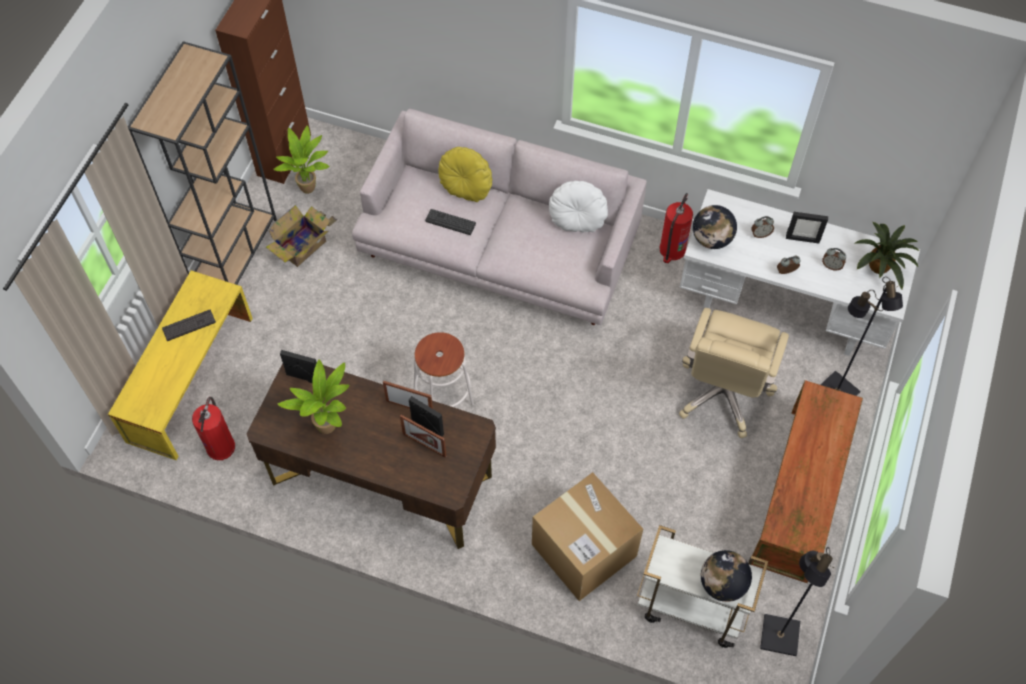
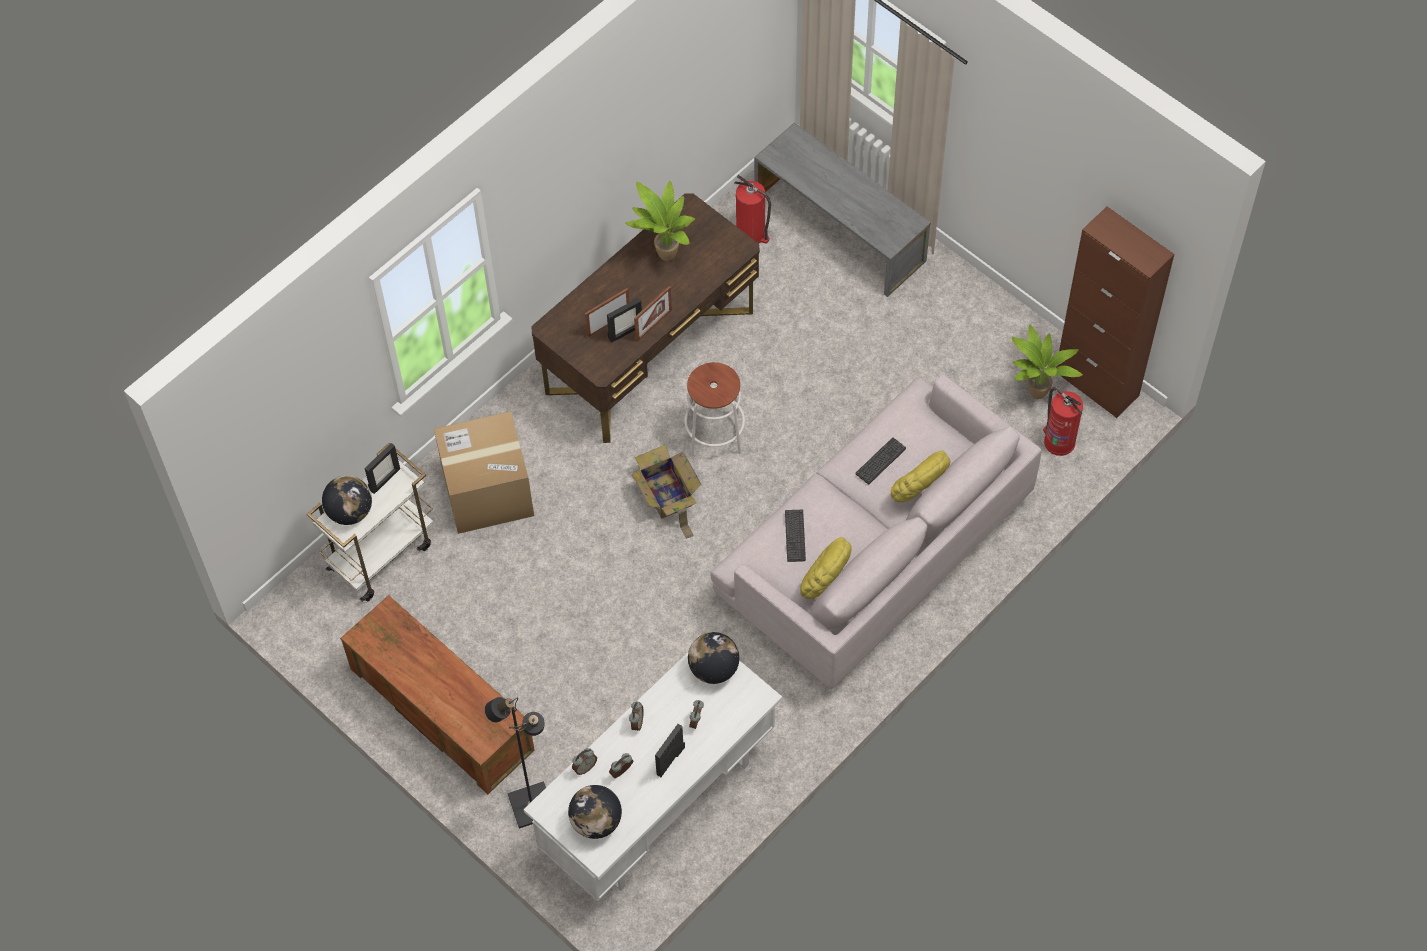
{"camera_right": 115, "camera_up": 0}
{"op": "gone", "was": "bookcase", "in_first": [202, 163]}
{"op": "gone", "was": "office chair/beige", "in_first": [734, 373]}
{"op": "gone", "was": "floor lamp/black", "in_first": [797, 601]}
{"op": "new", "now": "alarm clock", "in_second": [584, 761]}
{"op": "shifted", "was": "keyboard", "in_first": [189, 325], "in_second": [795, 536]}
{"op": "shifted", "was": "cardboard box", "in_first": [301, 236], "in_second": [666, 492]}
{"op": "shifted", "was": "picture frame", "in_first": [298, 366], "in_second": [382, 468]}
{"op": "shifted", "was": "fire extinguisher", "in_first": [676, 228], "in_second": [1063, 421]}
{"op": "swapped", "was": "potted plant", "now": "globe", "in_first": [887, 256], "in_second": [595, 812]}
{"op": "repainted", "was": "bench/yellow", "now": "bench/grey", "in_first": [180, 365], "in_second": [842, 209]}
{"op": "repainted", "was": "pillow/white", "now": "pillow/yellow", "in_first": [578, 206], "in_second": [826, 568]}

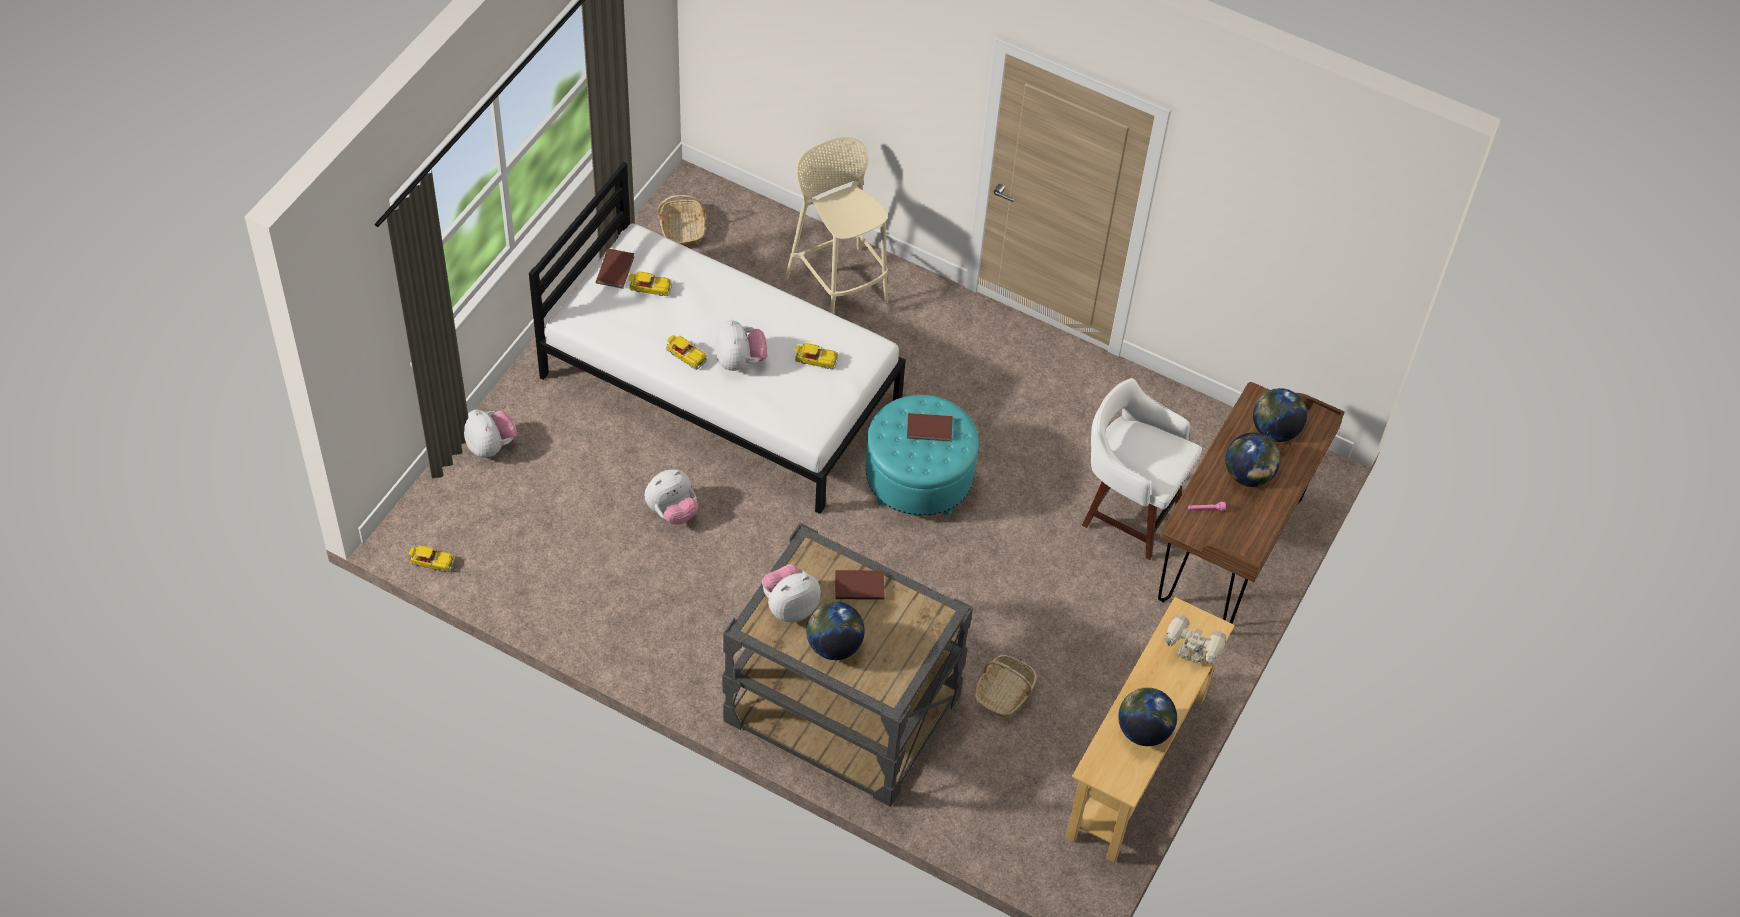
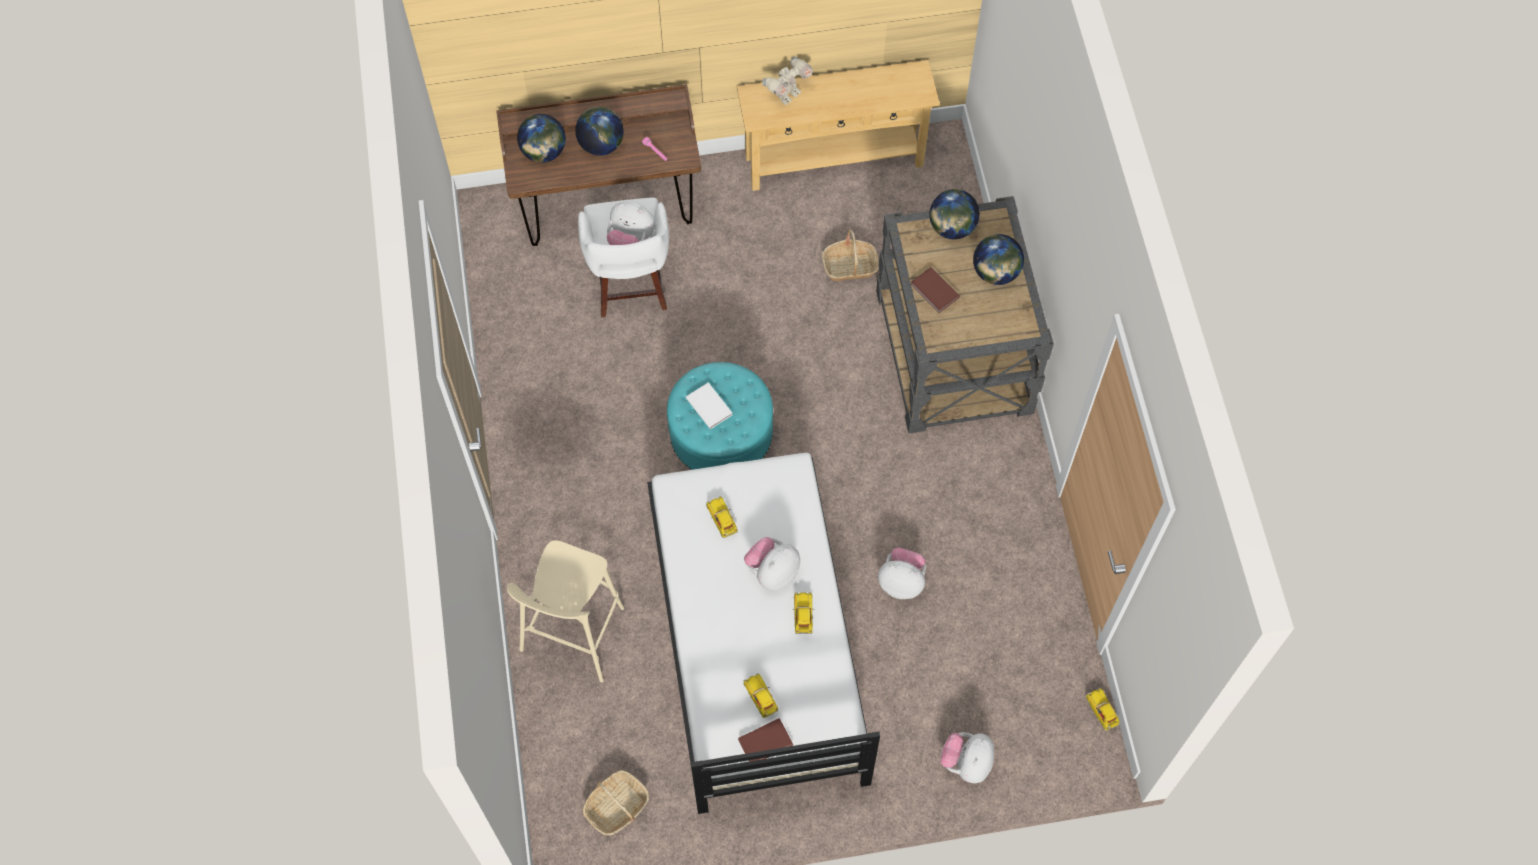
{"camera_right": -125, "camera_up": 10}
{"op": "shifted", "was": "plush toy", "in_first": [791, 593], "in_second": [631, 223]}
{"op": "shifted", "was": "globe", "in_first": [1147, 717], "in_second": [955, 214]}
{"op": "repainted", "was": "book/brown", "now": "book/white", "in_first": [930, 427], "in_second": [709, 405]}
{"op": "rotated", "was": "toy robot", "in_first": [1195, 639], "in_second": [787, 81], "clockwise": -120}

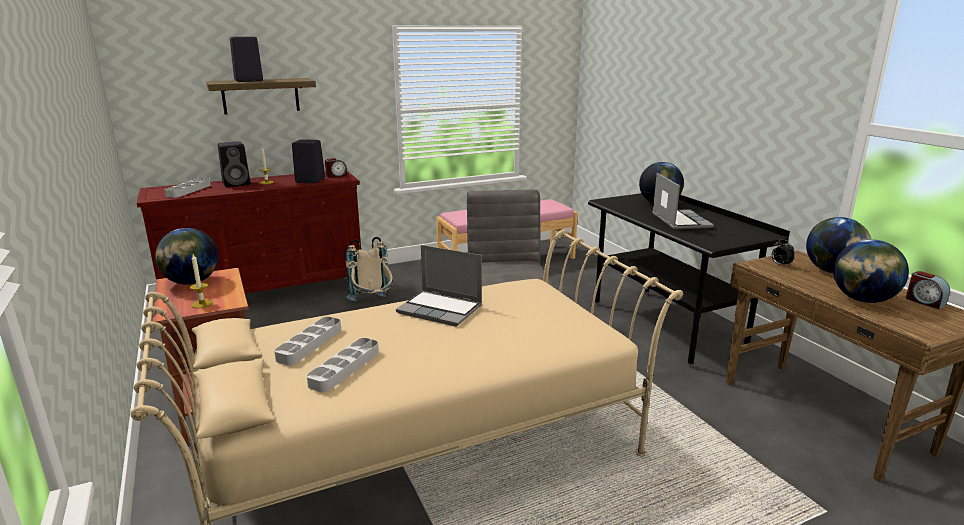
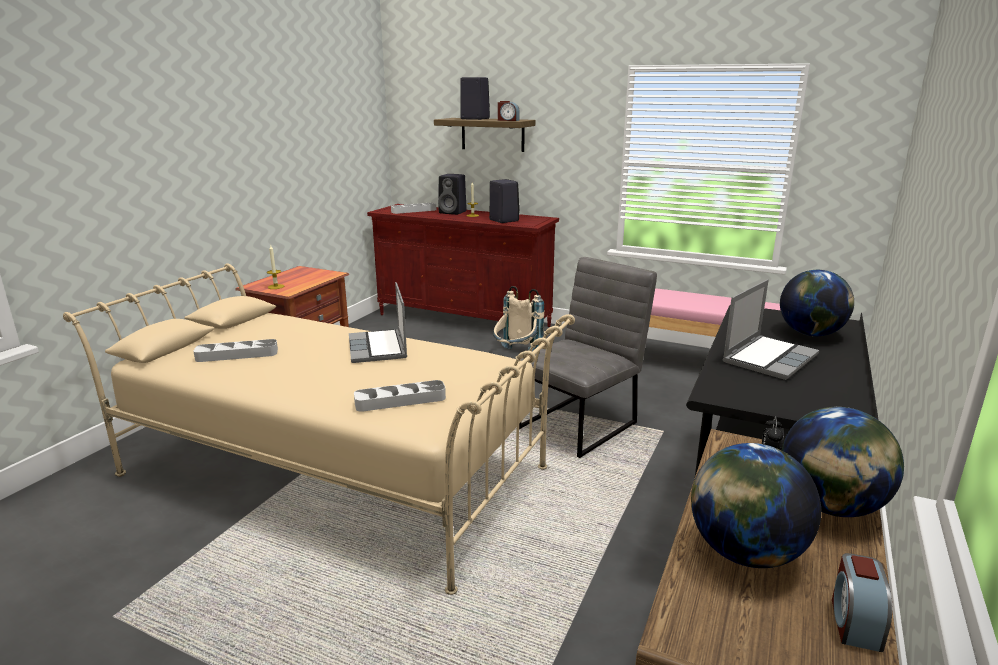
{"camera_right": 50, "camera_up": 0}
{"op": "gone", "was": "globe", "in_first": [186, 256]}
{"op": "shifted", "was": "tray/grey", "in_first": [307, 341], "in_second": [400, 396]}
{"op": "shifted", "was": "alarm clock", "in_first": [336, 168], "in_second": [509, 111]}

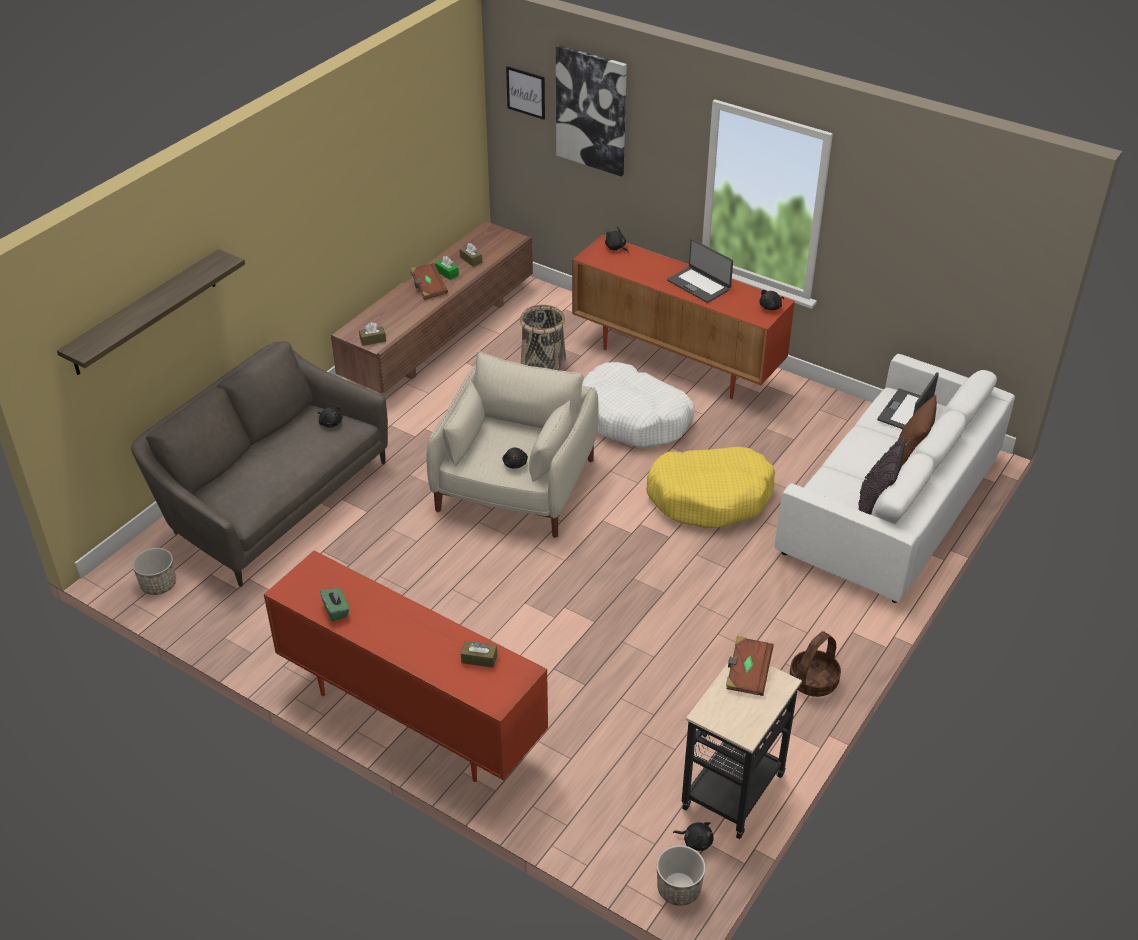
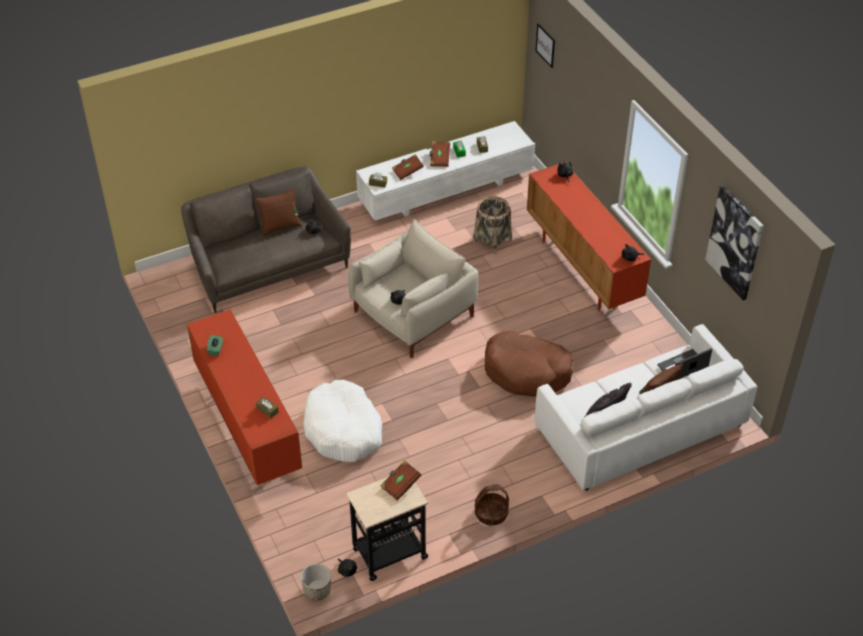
{"camera_right": 30, "camera_up": 5}
{"op": "gone", "was": "shelf", "in_first": [151, 312]}
{"op": "gone", "was": "planter", "in_first": [154, 571]}
{"op": "gone", "was": "laptop", "in_first": [700, 271]}
{"op": "new", "now": "pillow/brown", "in_second": [278, 212]}
{"op": "new", "now": "book/brown", "in_second": [408, 167]}
{"op": "shifted", "was": "picture", "in_first": [591, 110], "in_second": [734, 242]}
{"op": "shifted", "was": "dog bed/white", "in_first": [638, 405], "in_second": [342, 421]}
{"op": "repainted", "was": "tv stand/brown", "now": "tv stand/white", "in_first": [432, 307], "in_second": [445, 171]}
{"op": "repainted", "was": "dog bed/yellow", "now": "dog bed/brown", "in_first": [711, 487], "in_second": [529, 364]}

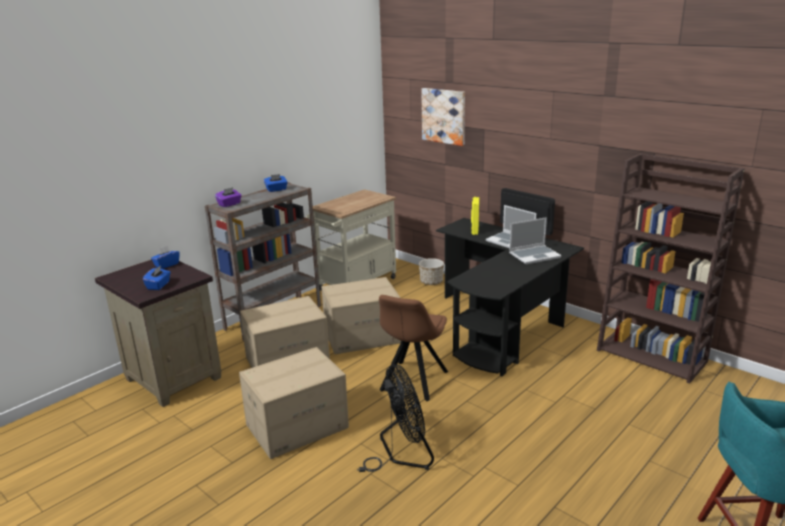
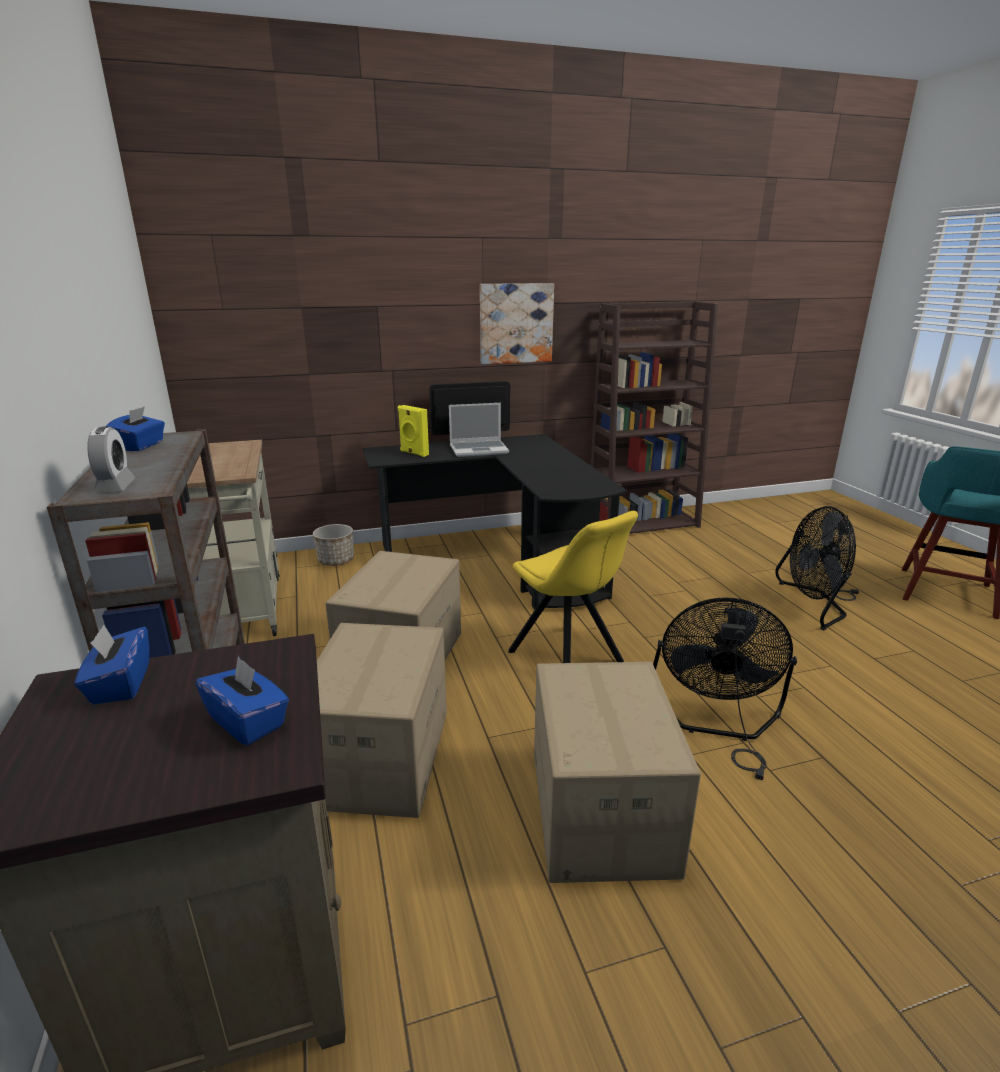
{"camera_right": -60, "camera_up": 0}
{"op": "gone", "was": "laptop", "in_first": [535, 240]}
{"op": "new", "now": "fan/black", "in_second": [817, 568]}
{"op": "shifted", "was": "picture", "in_first": [443, 117], "in_second": [517, 323]}
{"op": "swapped", "was": "tissue box/purple", "now": "alarm clock", "in_first": [228, 197], "in_second": [111, 459]}
{"op": "repainted", "was": "chair/brown", "now": "chair/yellow", "in_first": [413, 348], "in_second": [573, 587]}

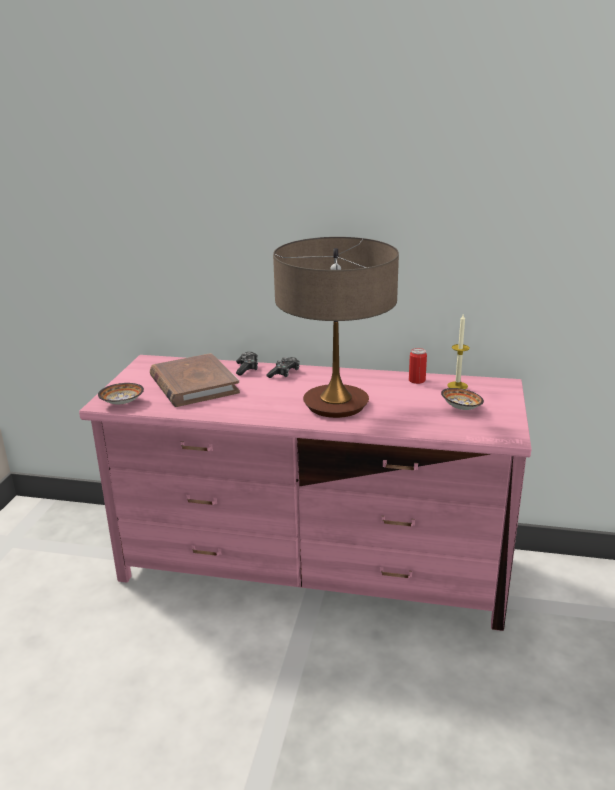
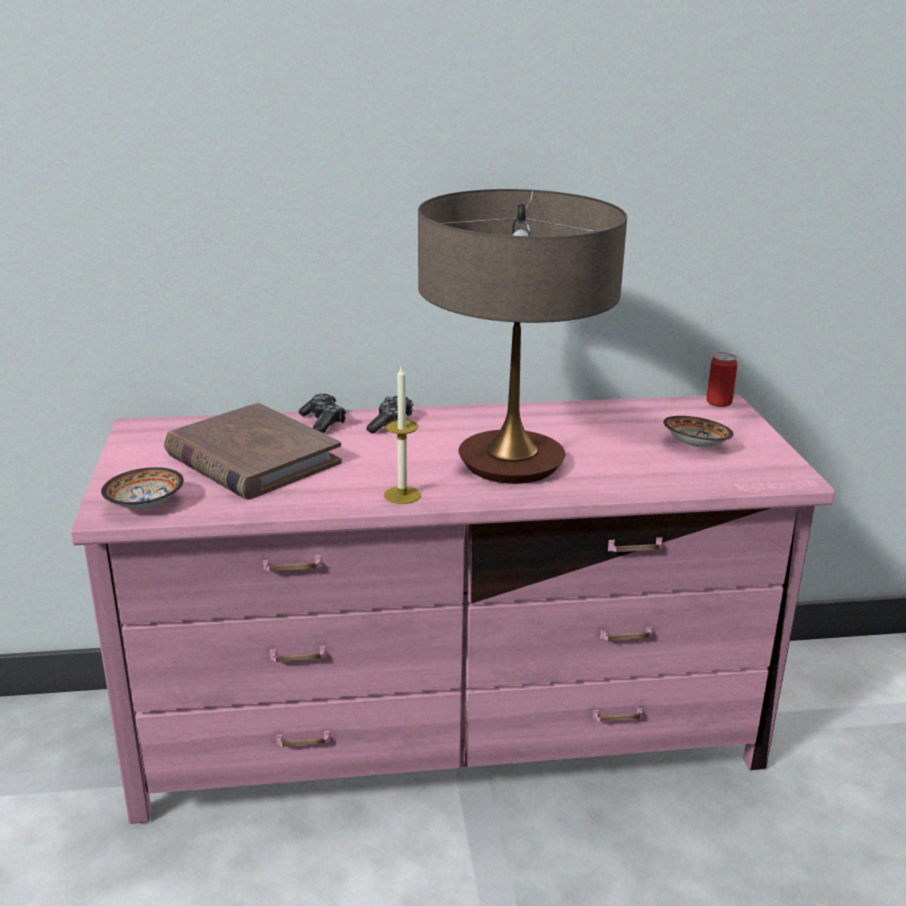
{"camera_right": -20, "camera_up": 0}
{"op": "shifted", "was": "can", "in_first": [418, 366], "in_second": [722, 380]}
{"op": "shifted", "was": "candle", "in_first": [458, 351], "in_second": [402, 434]}

